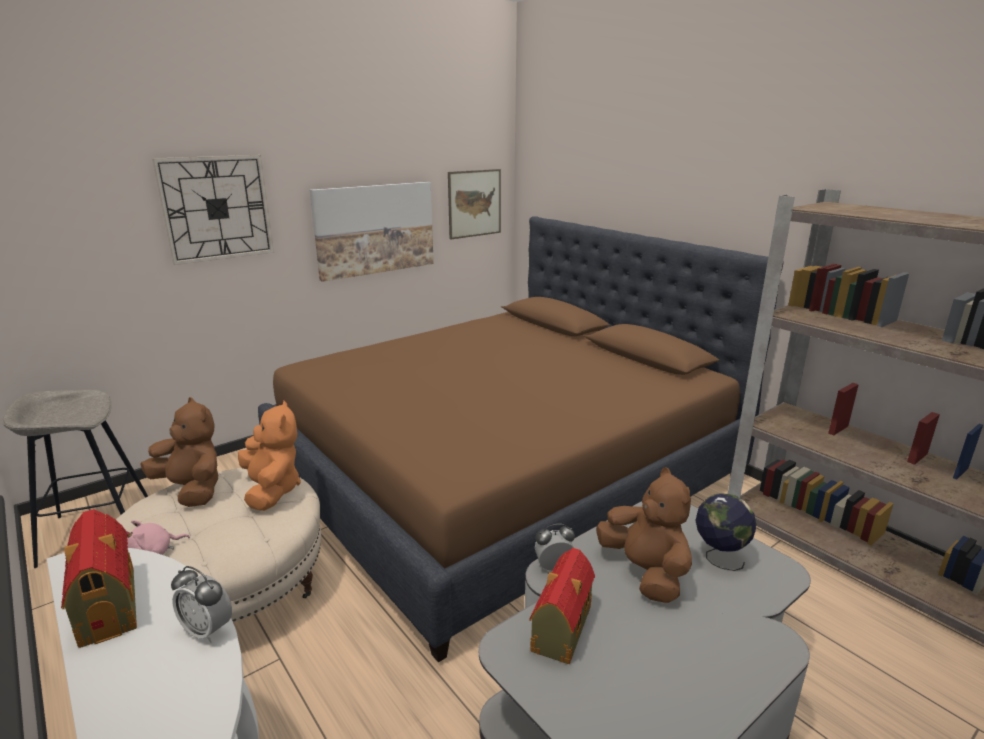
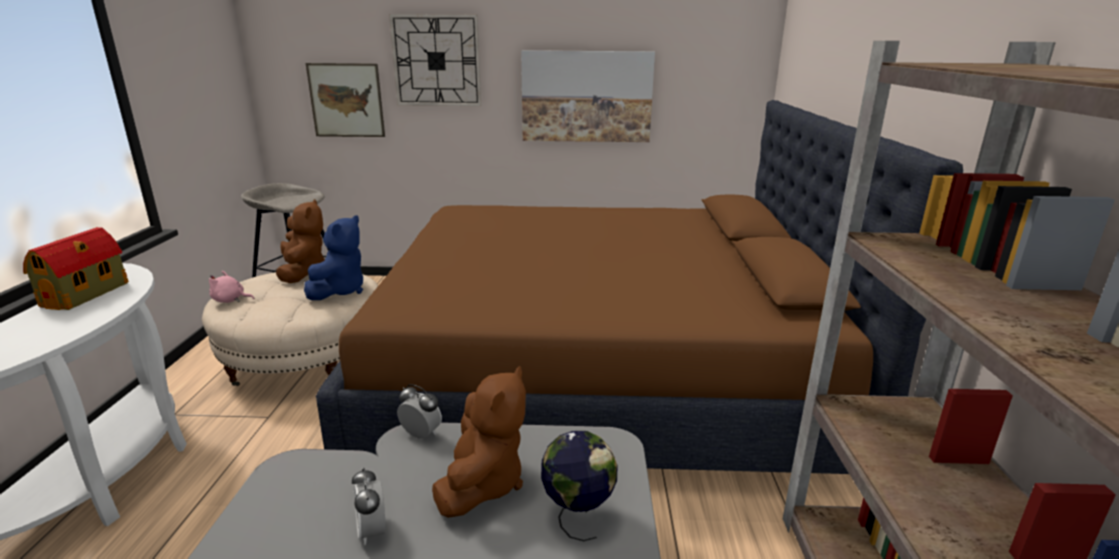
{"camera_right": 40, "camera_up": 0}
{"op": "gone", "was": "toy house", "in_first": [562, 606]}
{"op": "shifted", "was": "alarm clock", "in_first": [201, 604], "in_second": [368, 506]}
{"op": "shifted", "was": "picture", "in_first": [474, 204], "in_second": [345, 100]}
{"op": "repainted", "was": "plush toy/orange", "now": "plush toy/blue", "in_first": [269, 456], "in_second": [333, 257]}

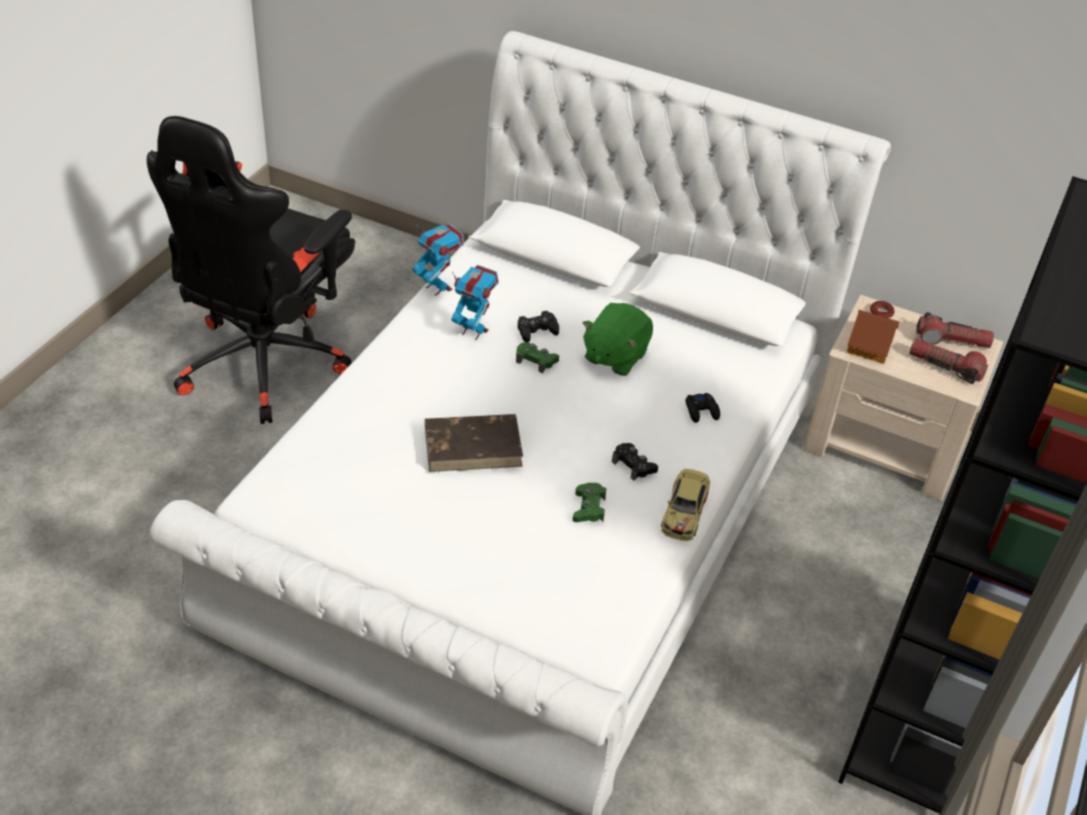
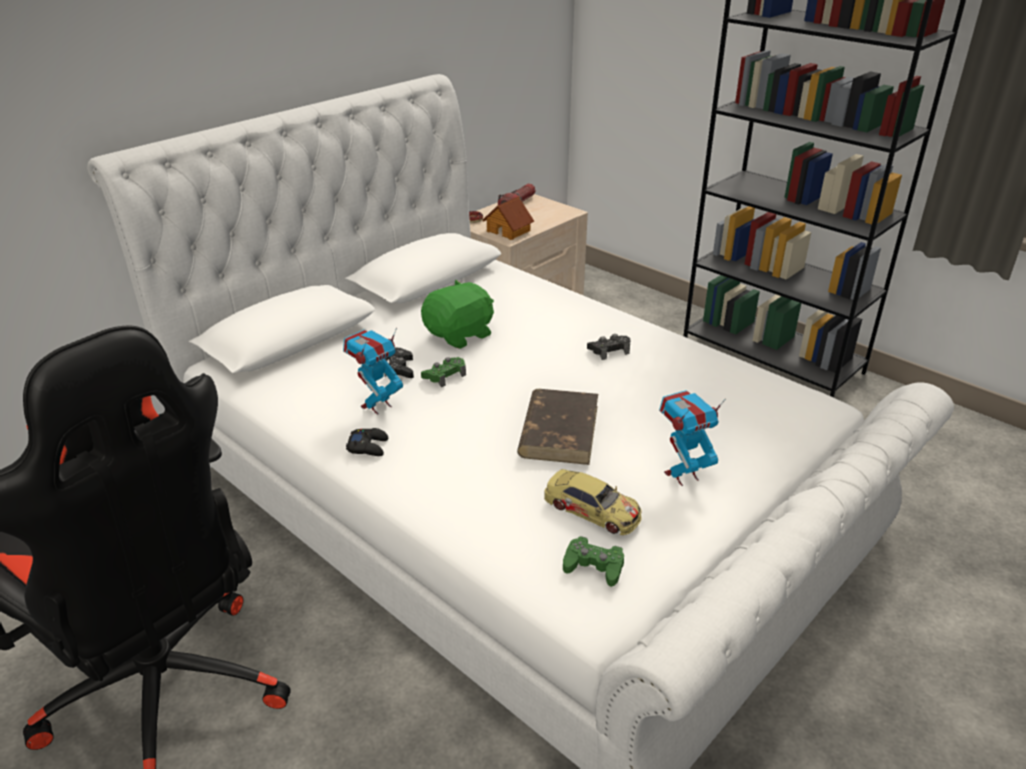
{"camera_right": -70, "camera_up": -10}
{"op": "gone", "was": "flashlight", "in_first": [948, 361]}
{"op": "shifted", "was": "toy robot", "in_first": [438, 259], "in_second": [692, 438]}
{"op": "shifted", "was": "game controller/green", "in_first": [589, 502], "in_second": [593, 561]}
{"op": "shifted", "was": "toy car", "in_first": [685, 505], "in_second": [593, 502]}
{"op": "shifted", "was": "game controller/black", "in_first": [703, 408], "in_second": [367, 442]}
{"op": "rotated", "was": "plush toy/green", "in_first": [617, 339], "in_second": [457, 314], "clockwise": -90}

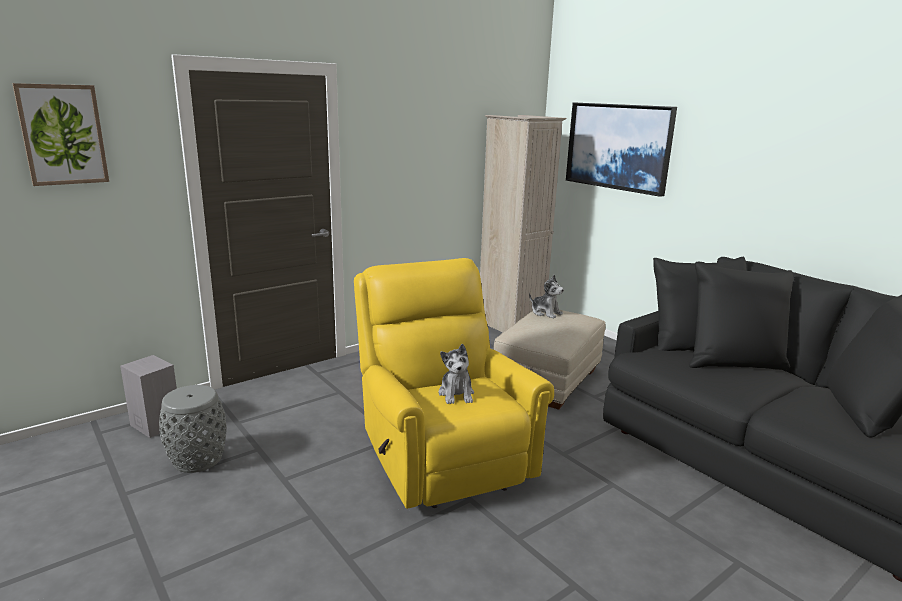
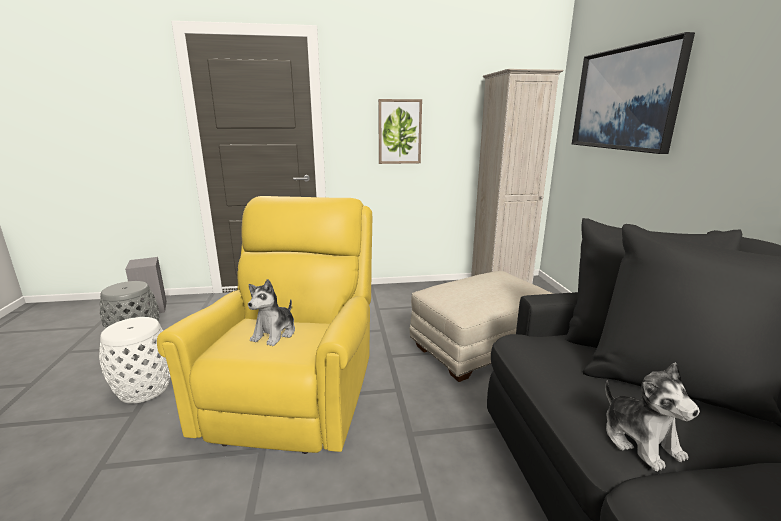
{"camera_right": 30, "camera_up": 0}
{"op": "new", "now": "stool/white", "in_second": [134, 360]}
{"op": "shifted", "was": "picture", "in_first": [60, 134], "in_second": [400, 131]}
{"op": "shifted", "was": "plush toy", "in_first": [546, 296], "in_second": [652, 416]}

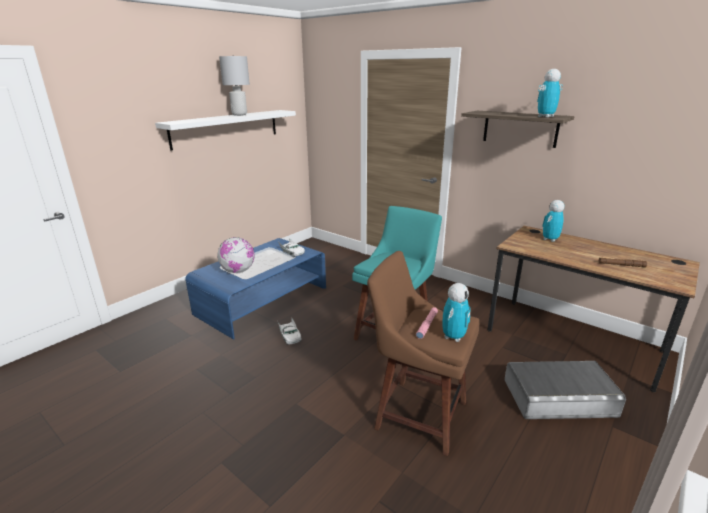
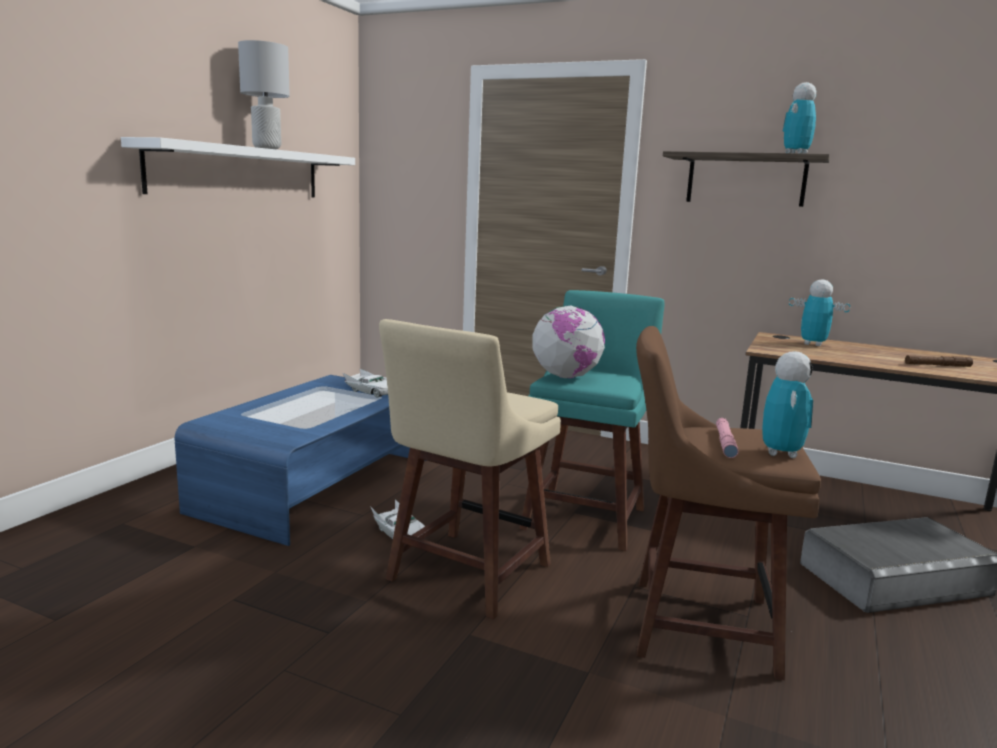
{"camera_right": -15, "camera_up": -10}
{"op": "new", "now": "stool/beige", "in_second": [470, 469]}
{"op": "shifted", "was": "globe", "in_first": [235, 255], "in_second": [569, 341]}
{"op": "rotated", "was": "toy robot", "in_first": [553, 221], "in_second": [819, 312], "clockwise": 90}

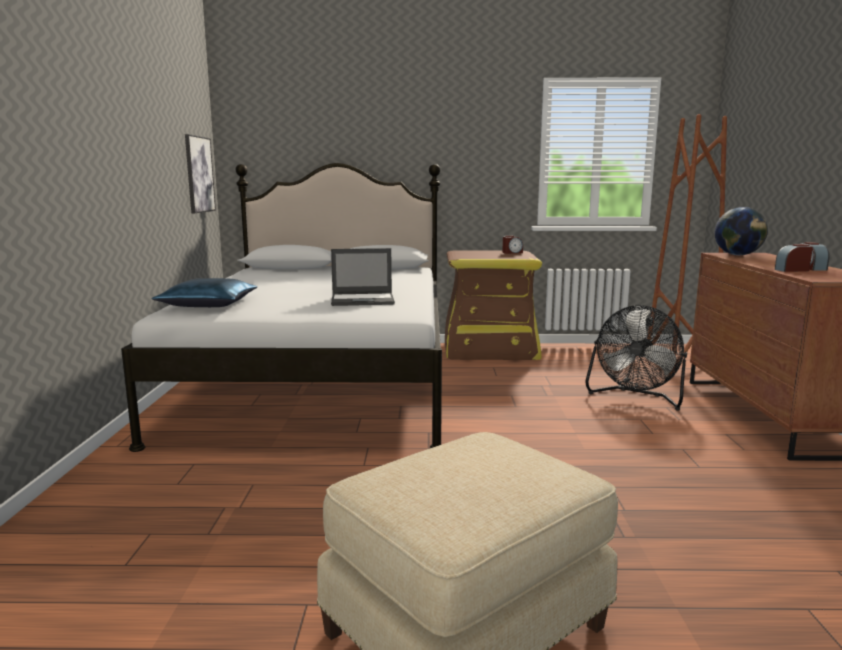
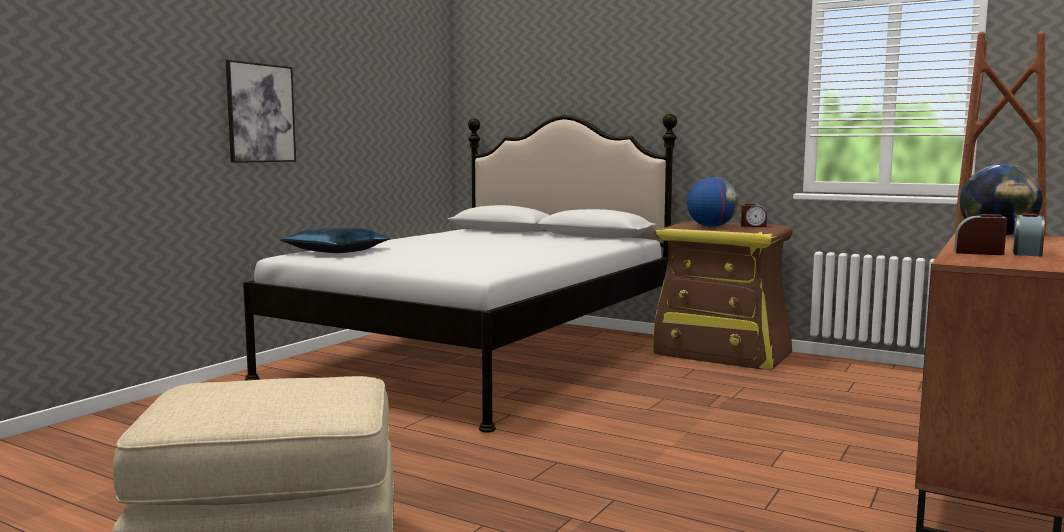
{"camera_right": 30, "camera_up": -5}
{"op": "gone", "was": "laptop", "in_first": [363, 277]}
{"op": "gone", "was": "fan/black", "in_first": [636, 358]}
{"op": "new", "now": "globe", "in_second": [712, 202]}
{"op": "shifted", "was": "picture", "in_first": [200, 173], "in_second": [261, 111]}

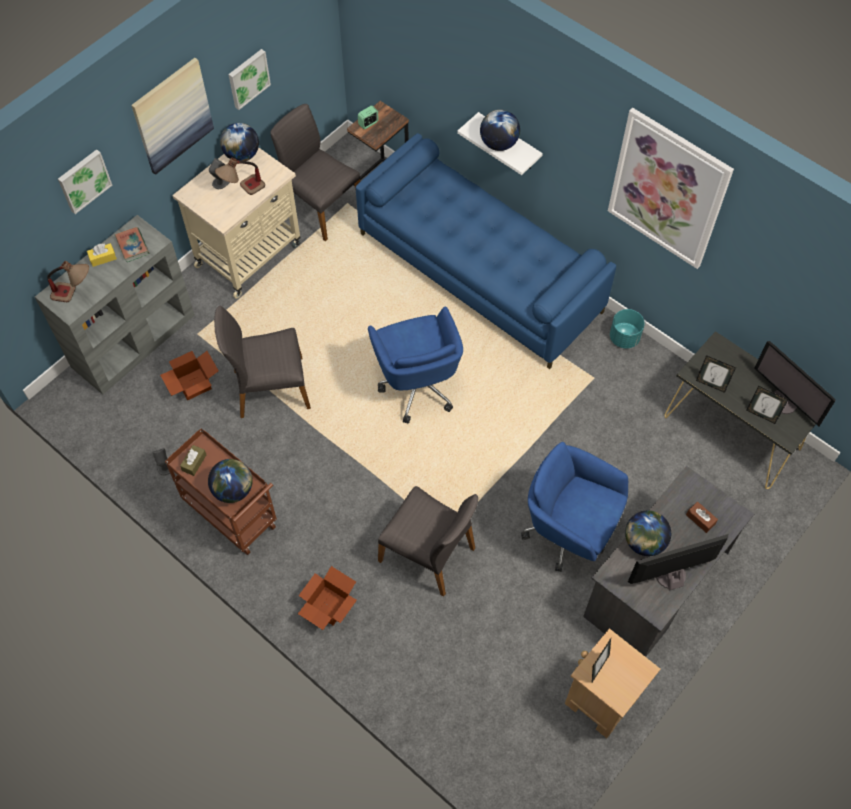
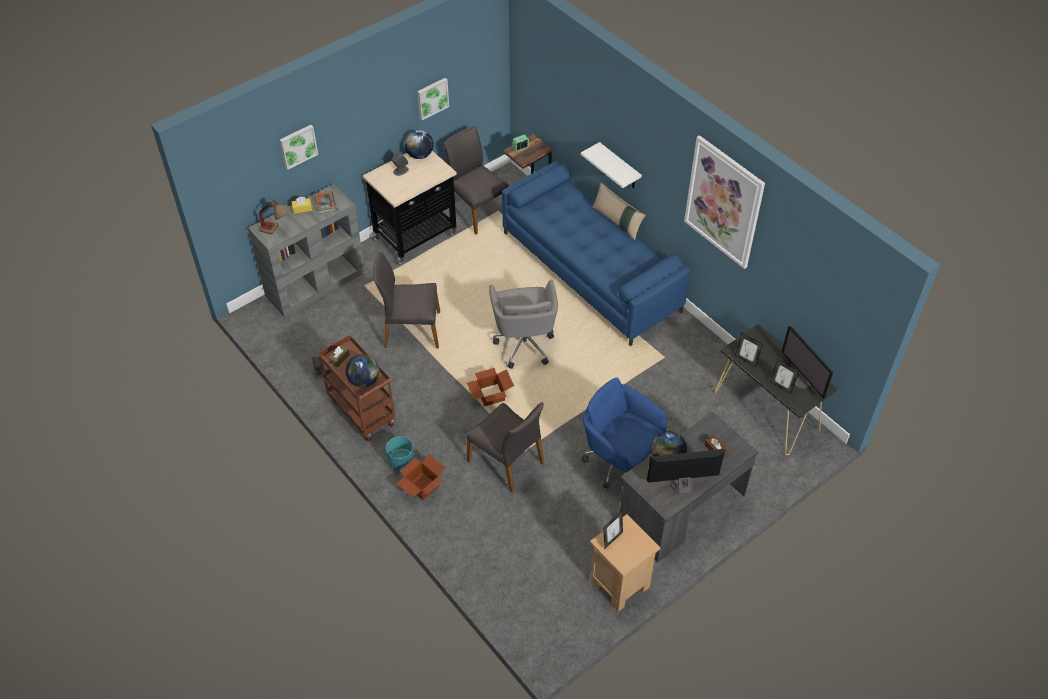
{"camera_right": 10, "camera_up": -10}
{"op": "gone", "was": "picture", "in_first": [172, 116]}
{"op": "gone", "was": "table lamp", "in_first": [240, 176]}
{"op": "gone", "was": "globe", "in_first": [500, 130]}
{"op": "new", "now": "pillow/beige", "in_second": [619, 211]}
{"op": "shifted", "was": "cardboard box", "in_first": [189, 375], "in_second": [490, 387]}
{"op": "shifted", "was": "planter/turquoise", "in_first": [627, 329], "in_second": [400, 453]}
{"op": "repainted", "was": "cart/beige", "now": "cart/black", "in_first": [236, 223], "in_second": [410, 208]}
{"op": "repainted", "was": "office chair/blue", "now": "office chair/grey", "in_first": [415, 365], "in_second": [523, 324]}

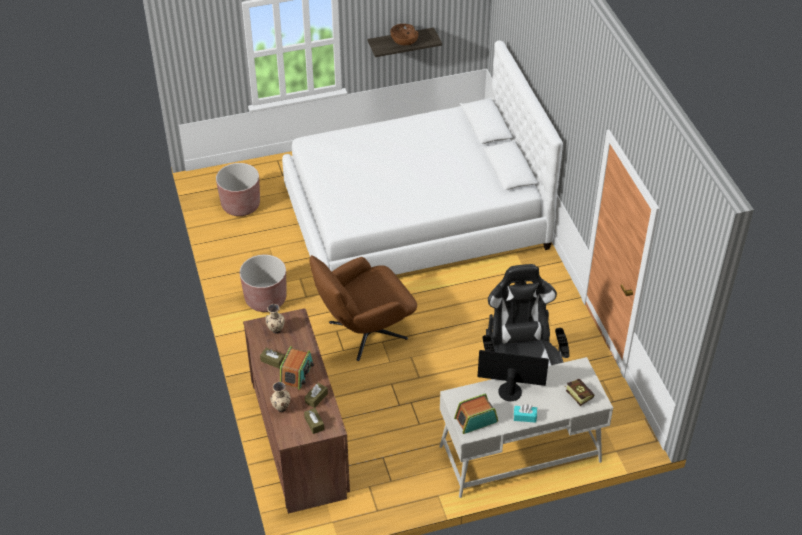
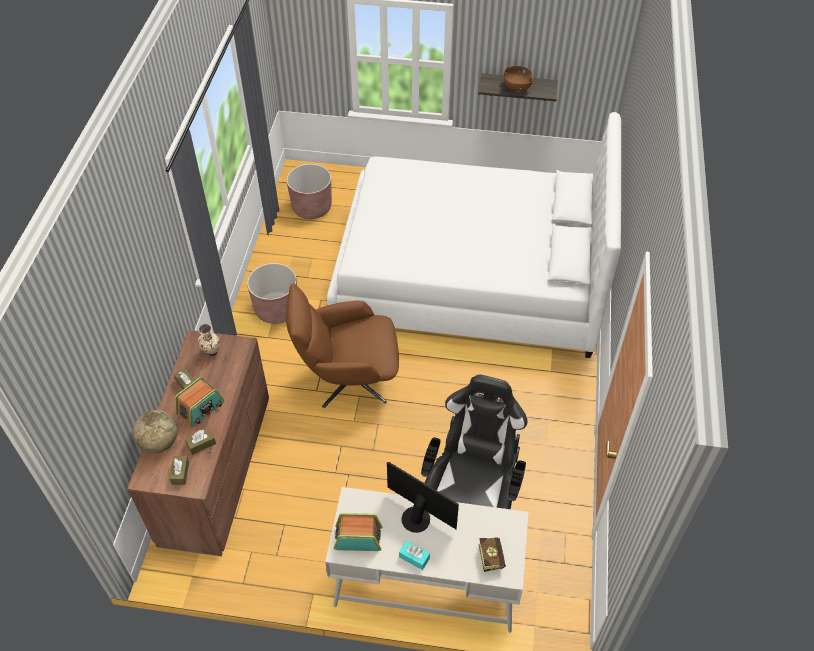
{"camera_right": 25, "camera_up": 5}
{"op": "swapped", "was": "vase/beige", "now": "globe", "in_first": [280, 397], "in_second": [155, 431]}

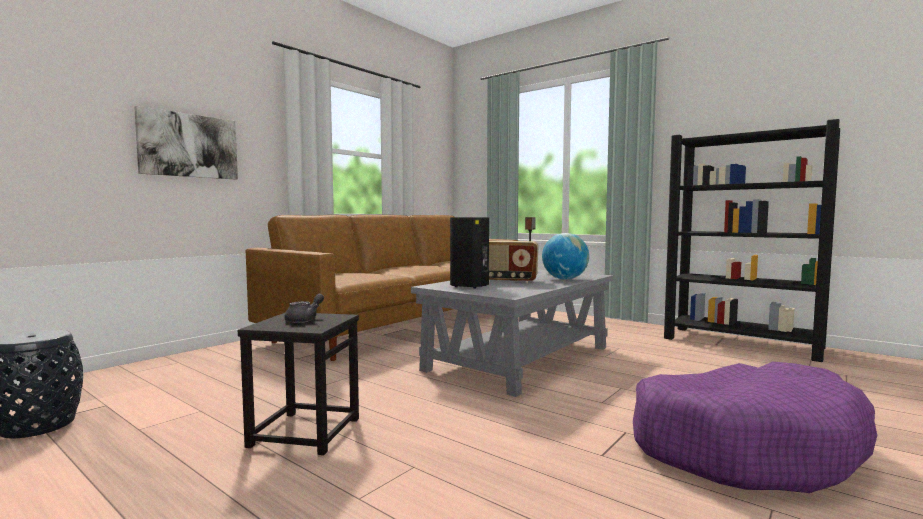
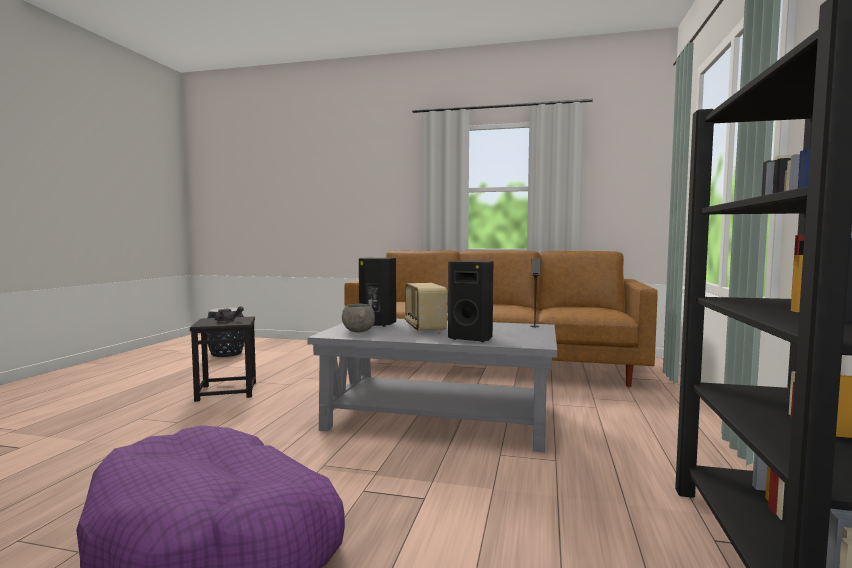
{"camera_right": 65, "camera_up": 0}
{"op": "gone", "was": "picture", "in_first": [186, 143]}
{"op": "new", "now": "bowl/grey", "in_second": [358, 318]}
{"op": "swapped", "was": "globe", "now": "speaker/black", "in_first": [565, 256], "in_second": [470, 301]}

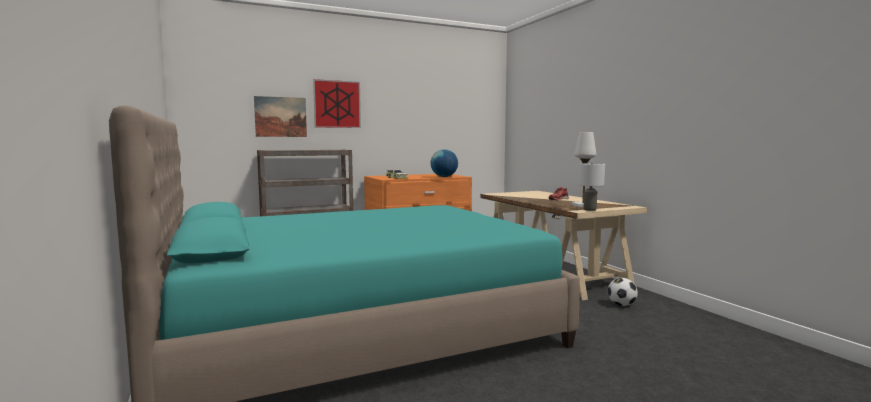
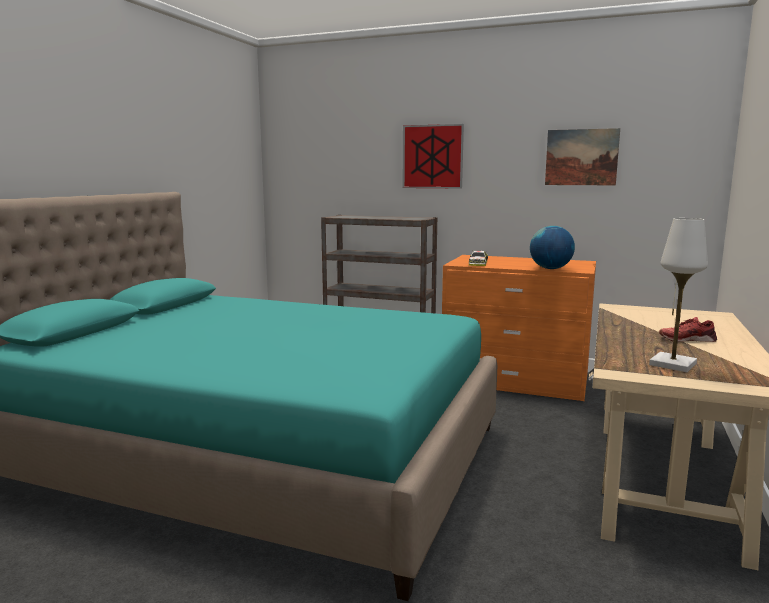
{"camera_right": 45, "camera_up": 5}
{"op": "gone", "was": "table lamp/white", "in_first": [591, 187]}
{"op": "gone", "was": "football", "in_first": [623, 292]}
{"op": "shifted", "was": "picture", "in_first": [280, 116], "in_second": [582, 156]}

